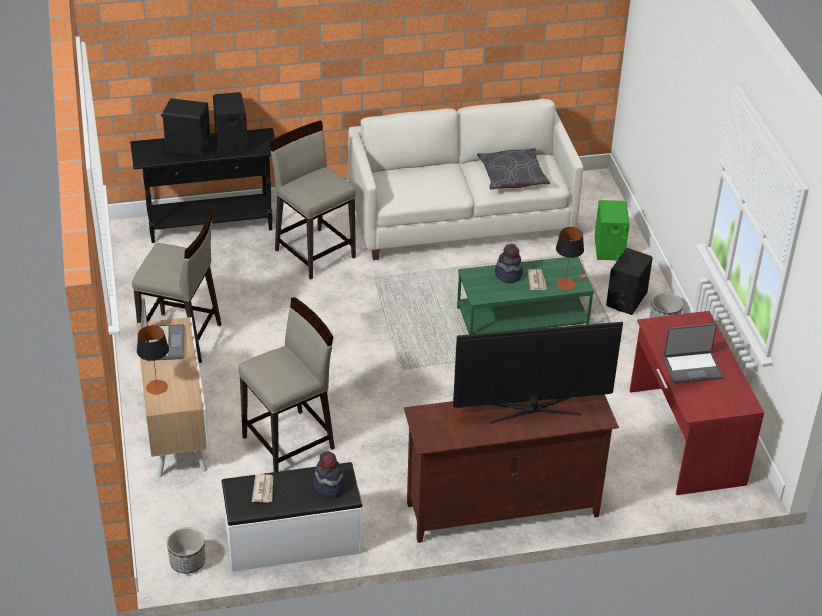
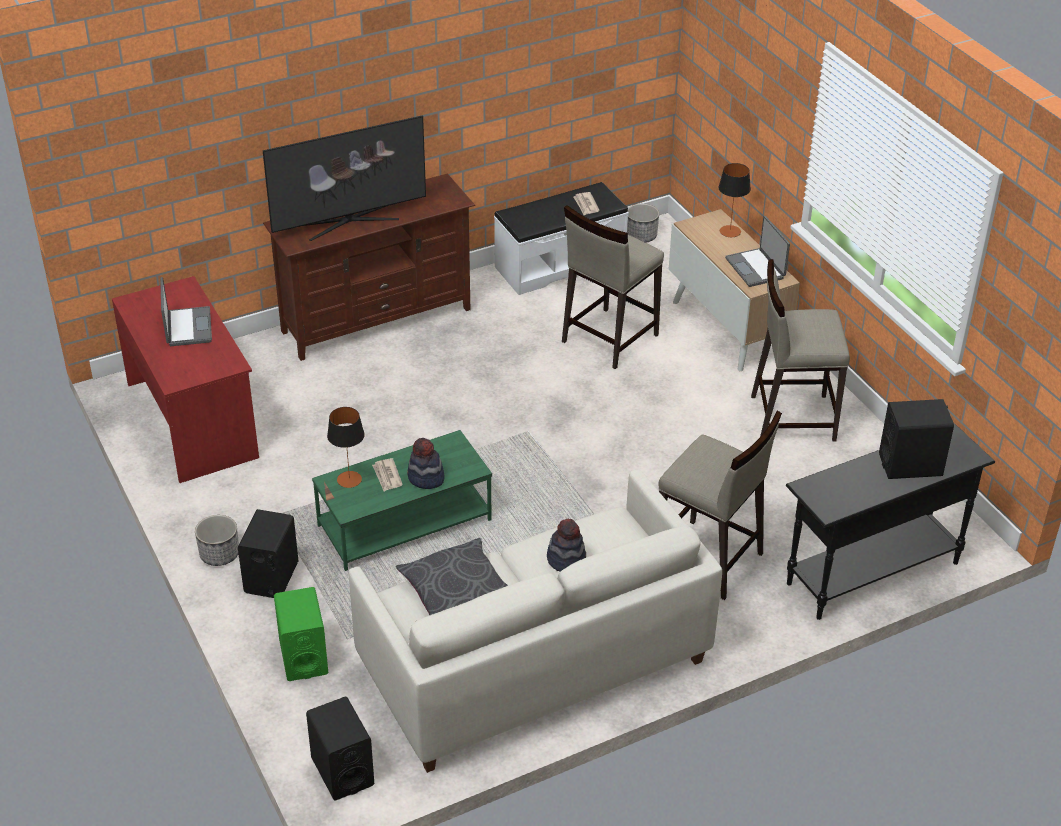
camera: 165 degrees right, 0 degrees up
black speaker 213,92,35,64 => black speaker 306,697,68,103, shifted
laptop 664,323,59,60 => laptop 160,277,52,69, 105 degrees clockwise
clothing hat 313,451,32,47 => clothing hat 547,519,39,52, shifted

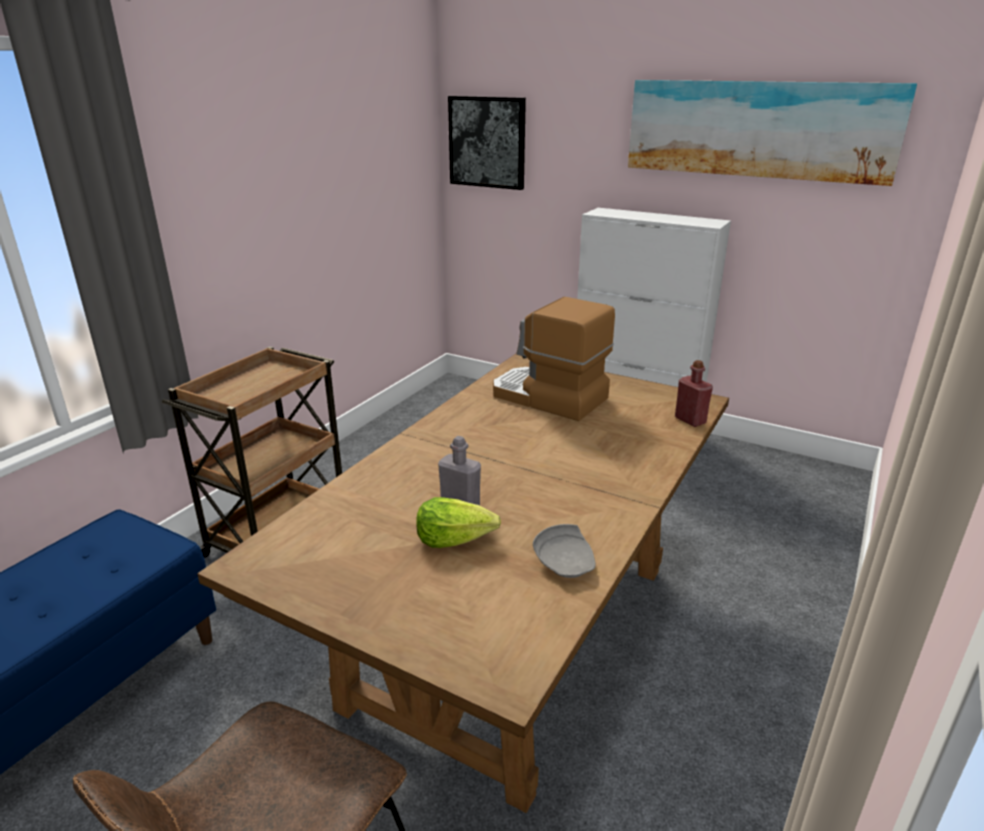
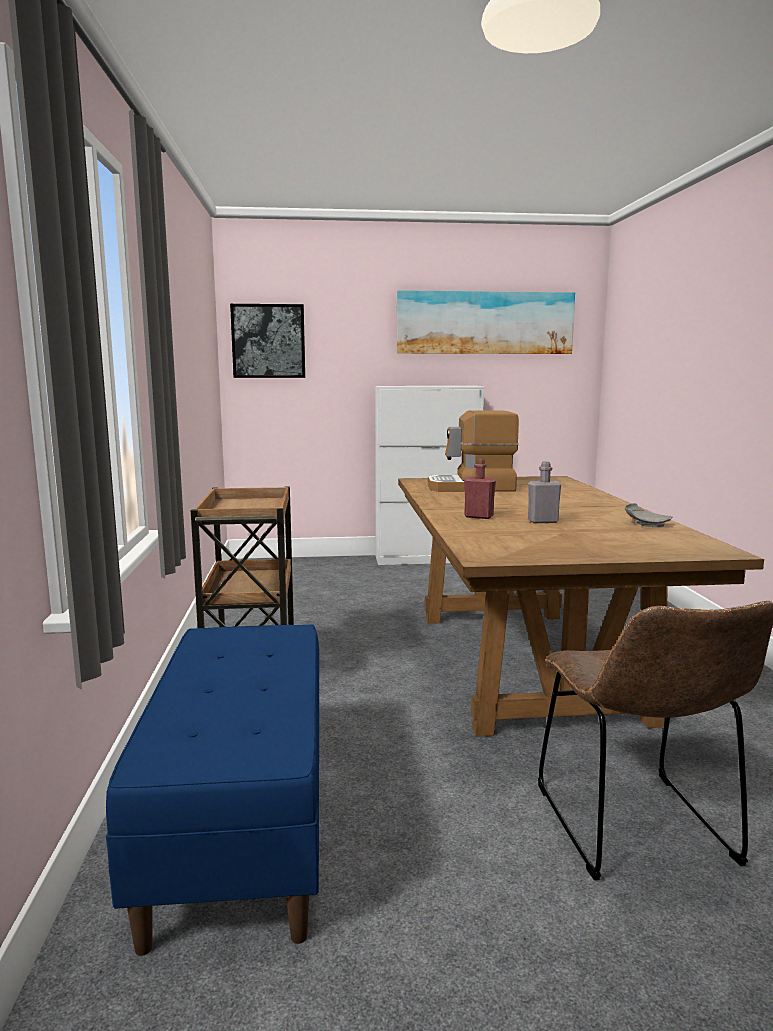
camera: 35 degrees left, 15 degrees down
red drink bottle 675,360,38,67 => red drink bottle 464,458,32,61, shifted
lettuce 416,497,85,51 => nothing

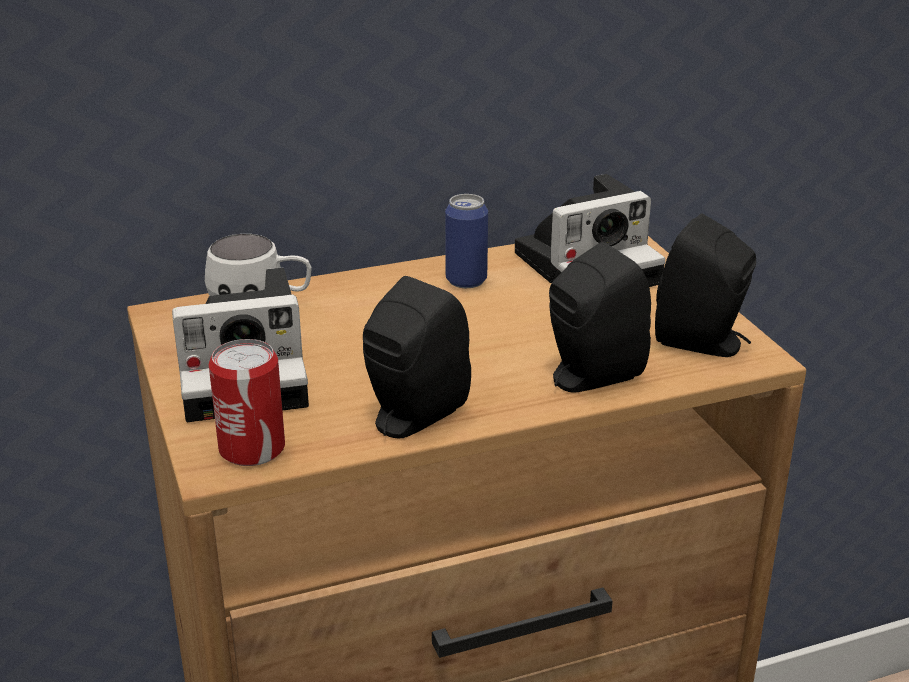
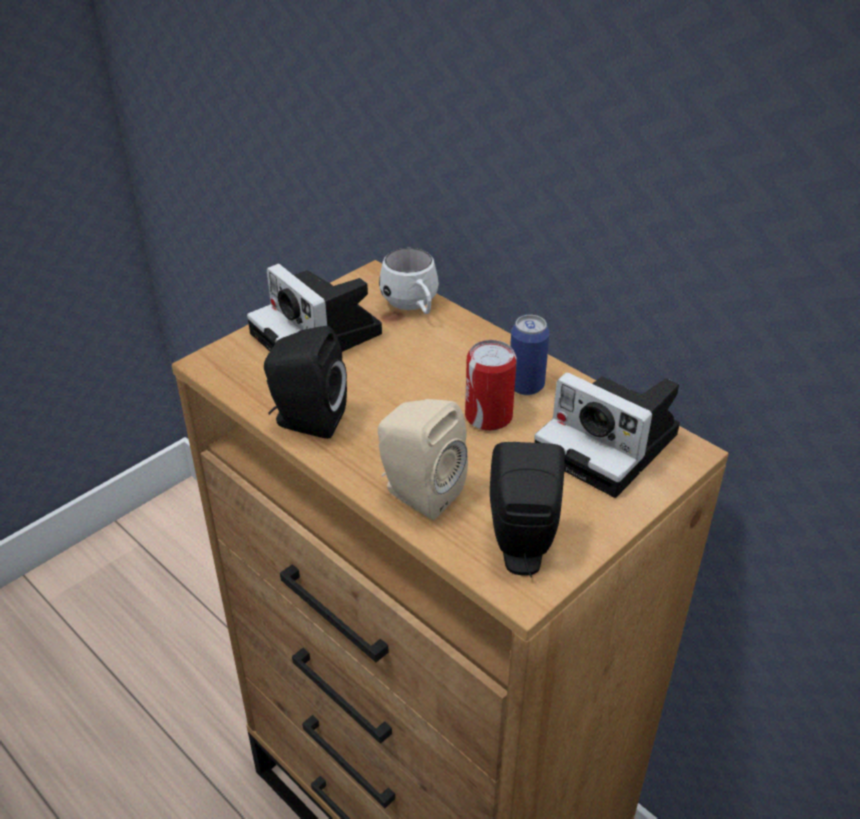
camera: 65 degrees right, 10 degrees up
black speaker 549,242,102,151 => beige speaker 378,399,90,121
sealed can 209,339,76,127 => sealed can 465,340,52,91, shifted

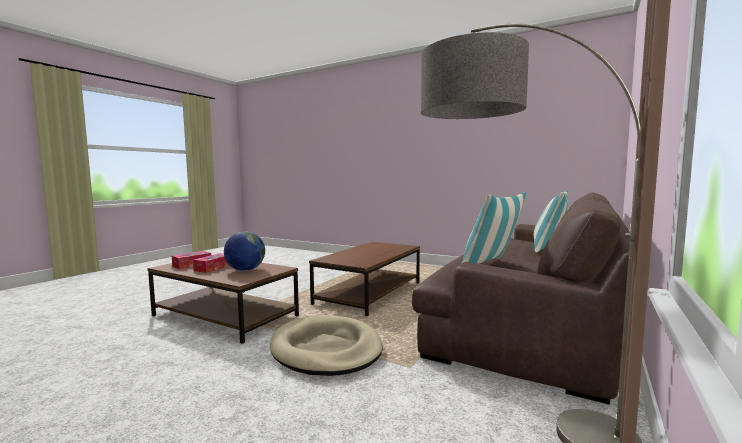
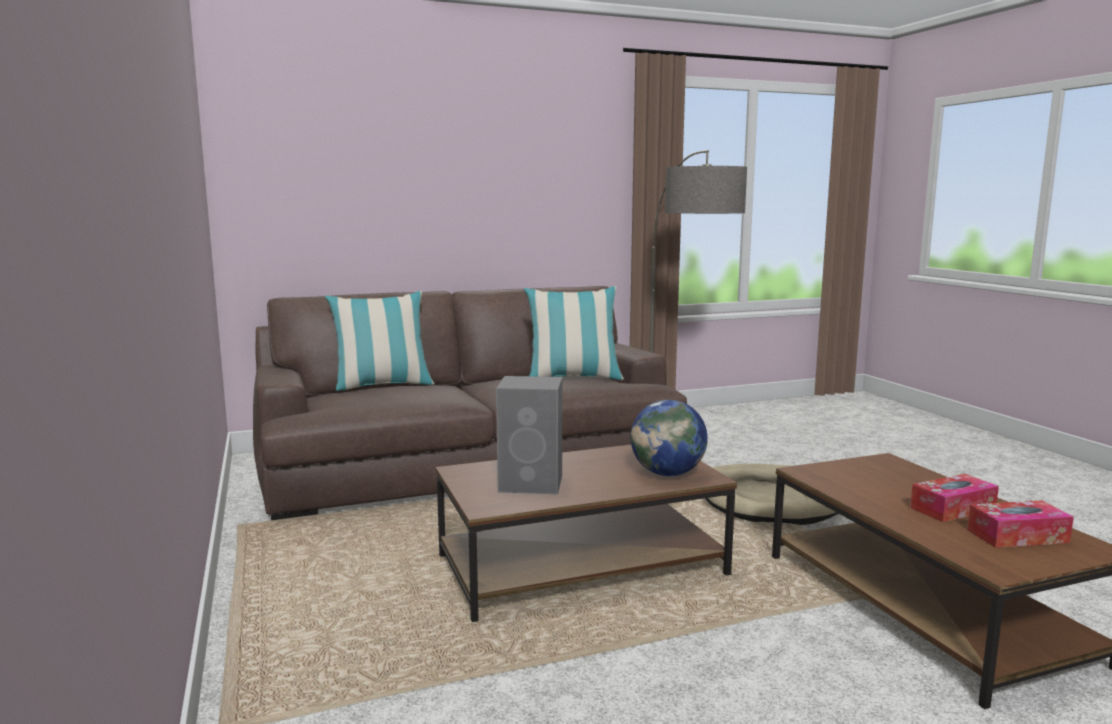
camera: 140 degrees left, 5 degrees up
desk globe 224,231,41,40 => desk globe 631,400,77,76, shifted
nothing => grey speaker 496,376,66,118

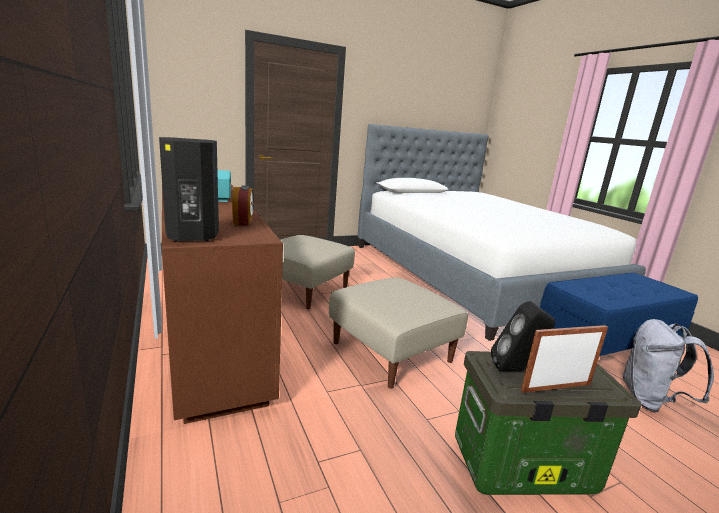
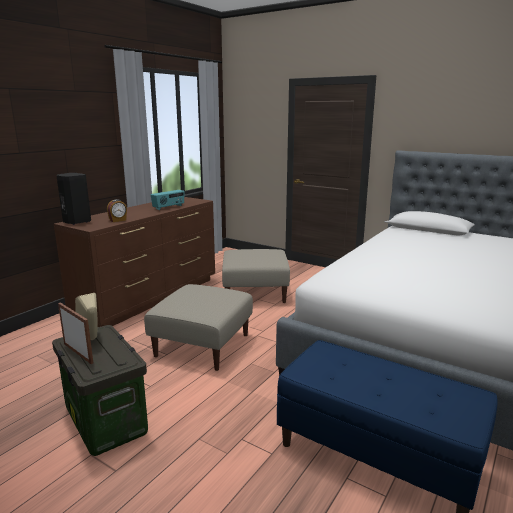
camera: 60 degrees right, 0 degrees up
black speaker 491,301,65,70 => beige speaker 75,293,23,47
grey rucksack 623,319,91,93 => nothing

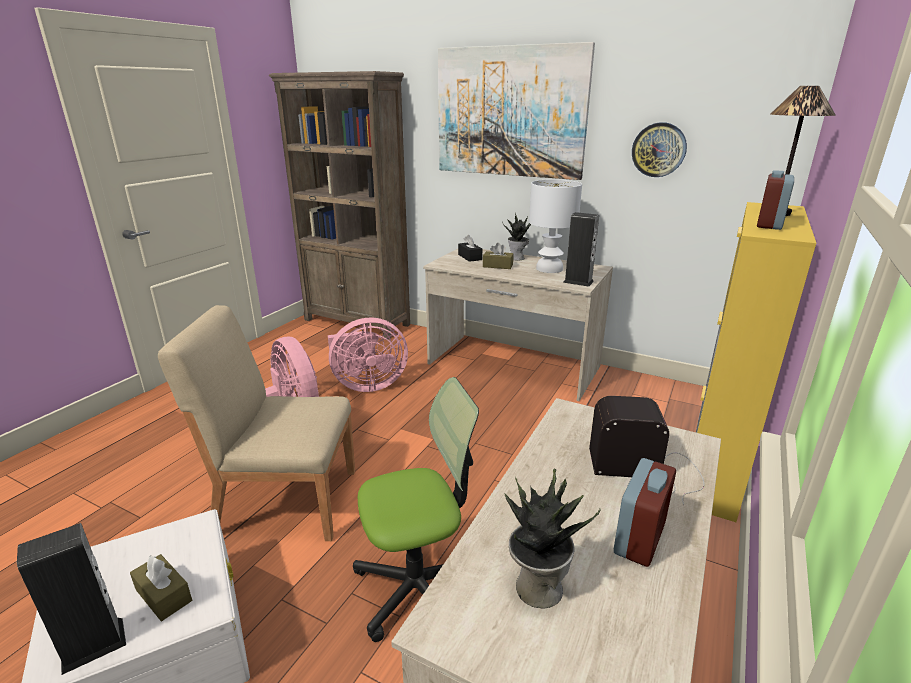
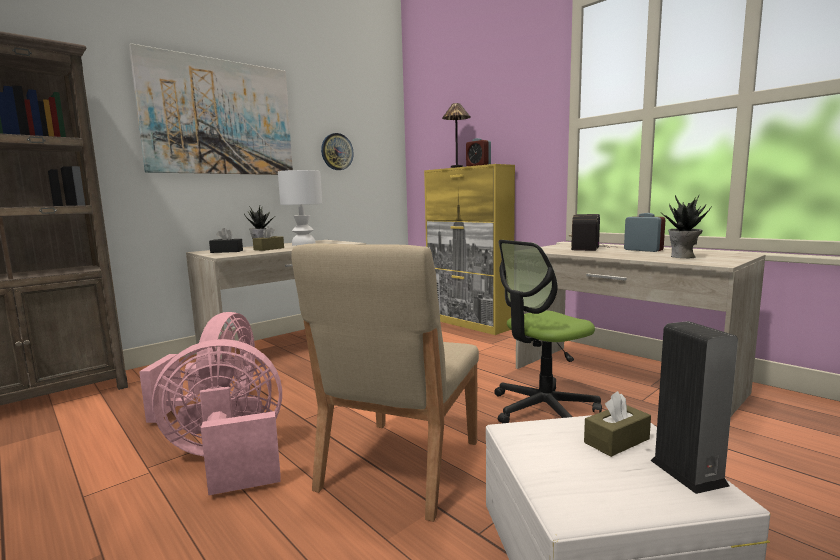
camera: 70 degrees left, 15 degrees down
speaker 563,212,36,75 => nothing
desk chair 353,377,126,265 => desk chair 494,240,108,183, 120 degrees counterclockwise

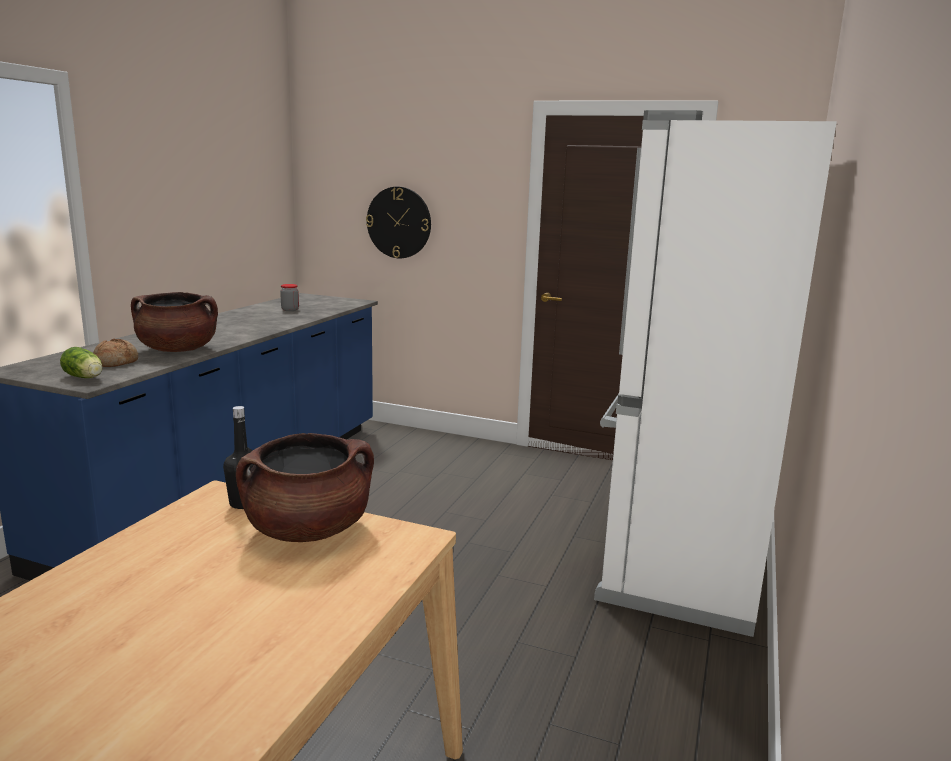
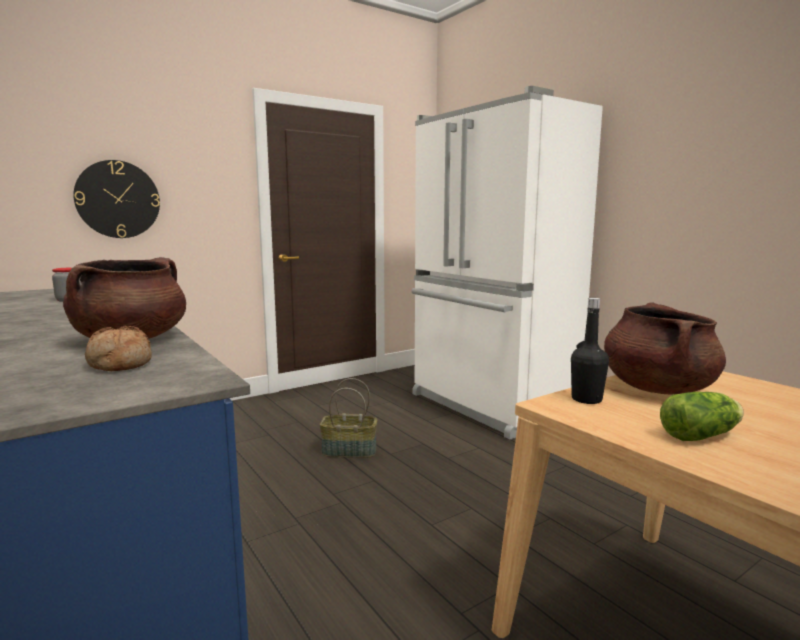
camera: 55 degrees left, 5 degrees down
lettuce 60,347,43,31 => lettuce 660,392,84,49, shifted
nothing => household basket 319,378,58,80

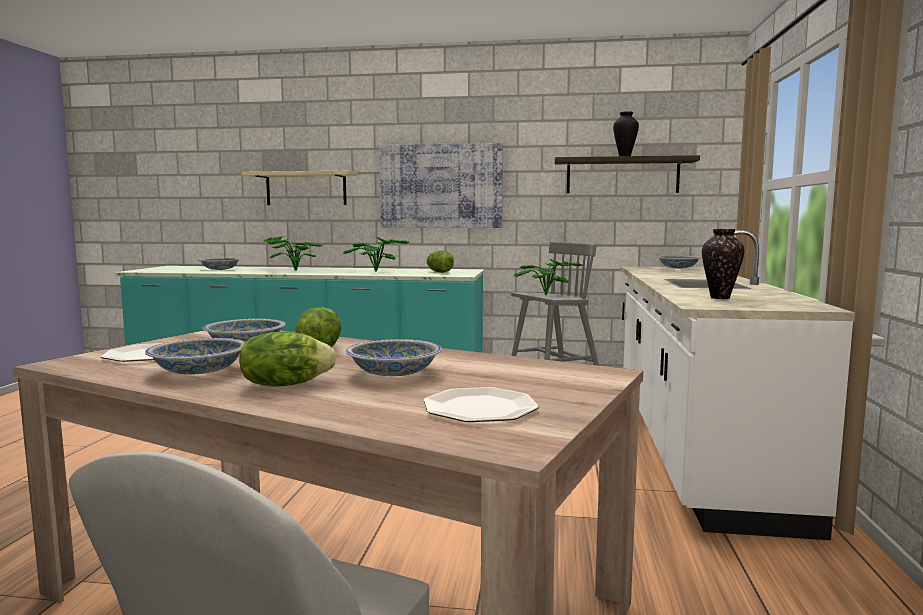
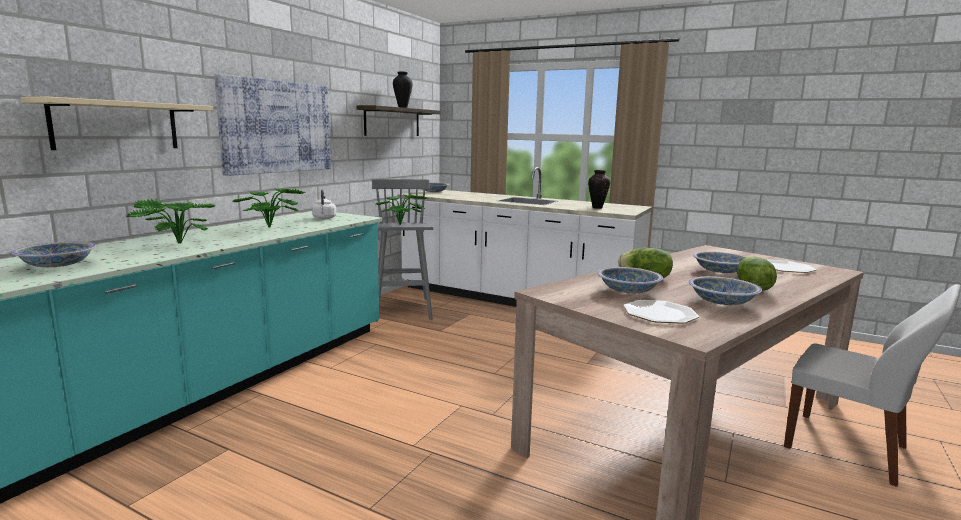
camera: 70 degrees left, 5 degrees up
lettuce 426,250,28,23 => white-coloured tea kettle 312,189,24,30

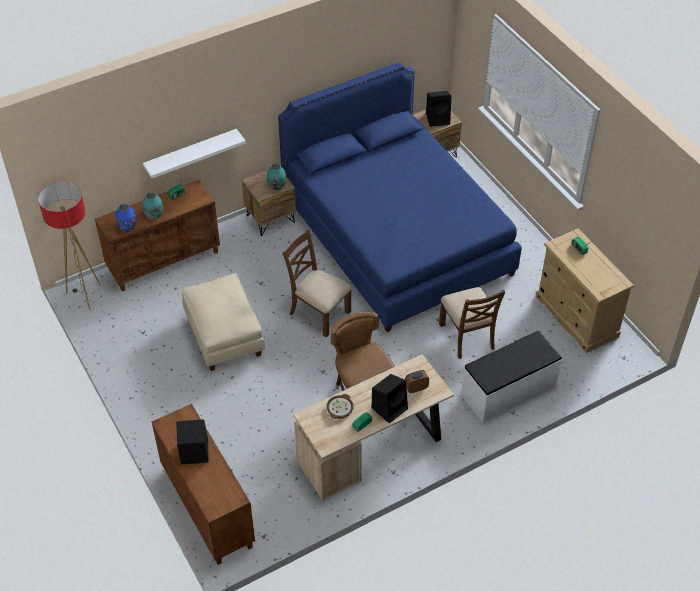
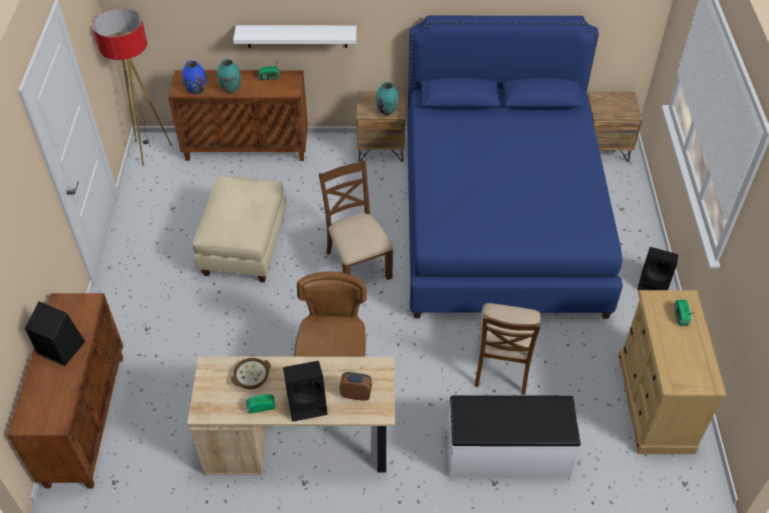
camera: 30 degrees right, 0 degrees up
black speaker 426,91,25,36 => black speaker 637,247,41,43, shifted

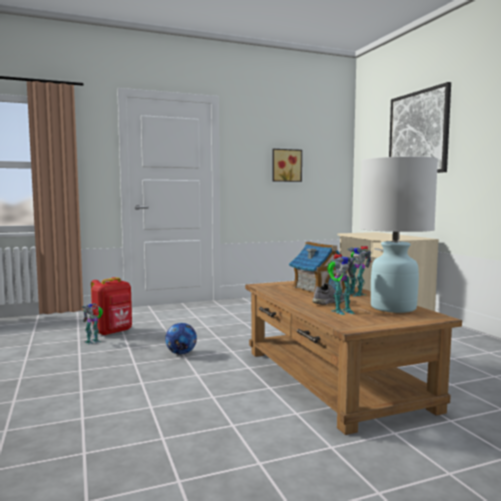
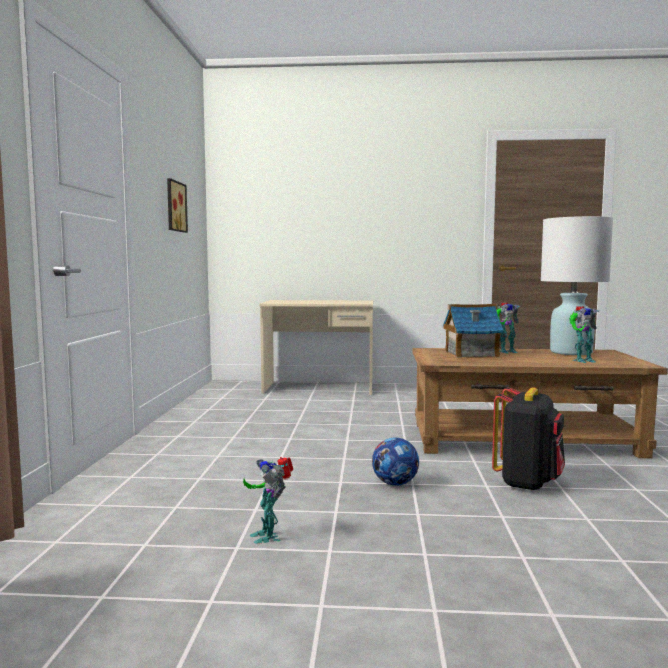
camera: 65 degrees left, 0 degrees up
wall picture 389,82,62,91 => nothing
model robot 327,254,30,61 => model robot 569,306,30,57, 75 degrees clockwise
red rucksack 91,277,41,59 => nothing
grey low shoe 312,283,33,22 => nothing
nothing => black rucksack 492,387,73,104

